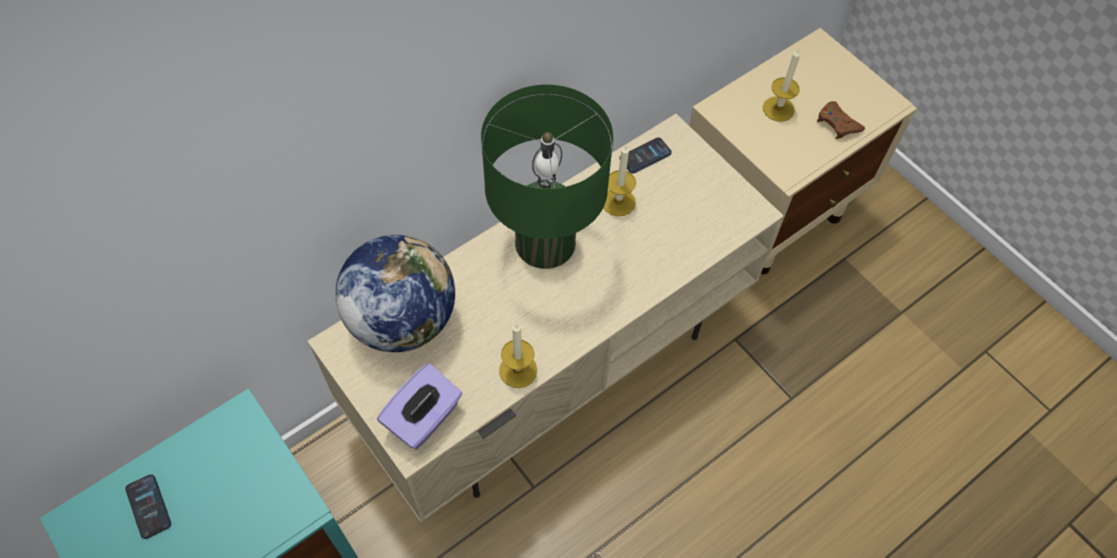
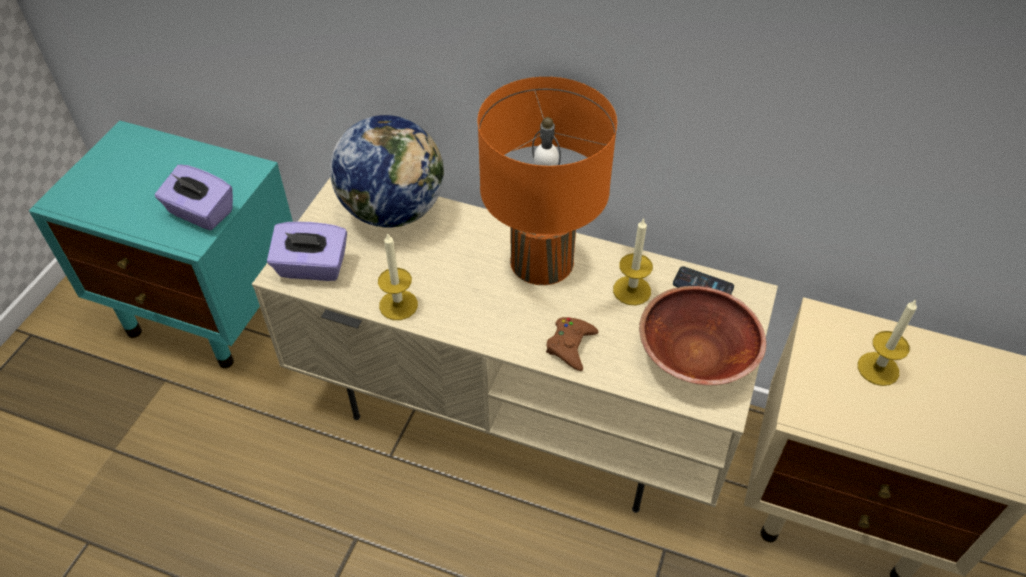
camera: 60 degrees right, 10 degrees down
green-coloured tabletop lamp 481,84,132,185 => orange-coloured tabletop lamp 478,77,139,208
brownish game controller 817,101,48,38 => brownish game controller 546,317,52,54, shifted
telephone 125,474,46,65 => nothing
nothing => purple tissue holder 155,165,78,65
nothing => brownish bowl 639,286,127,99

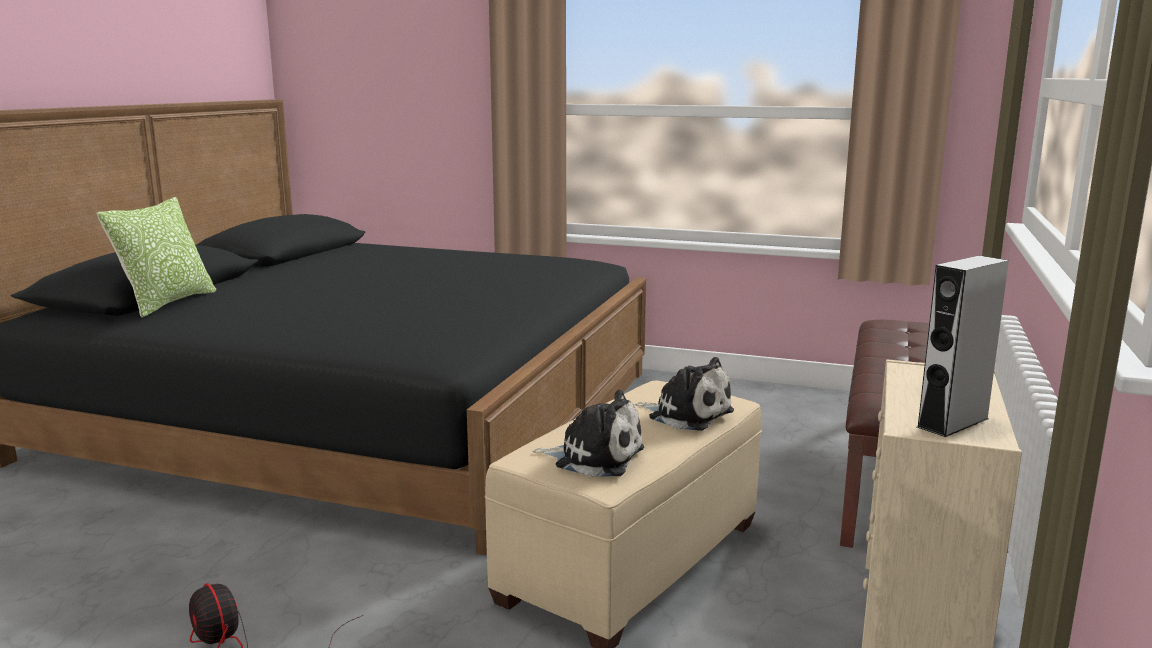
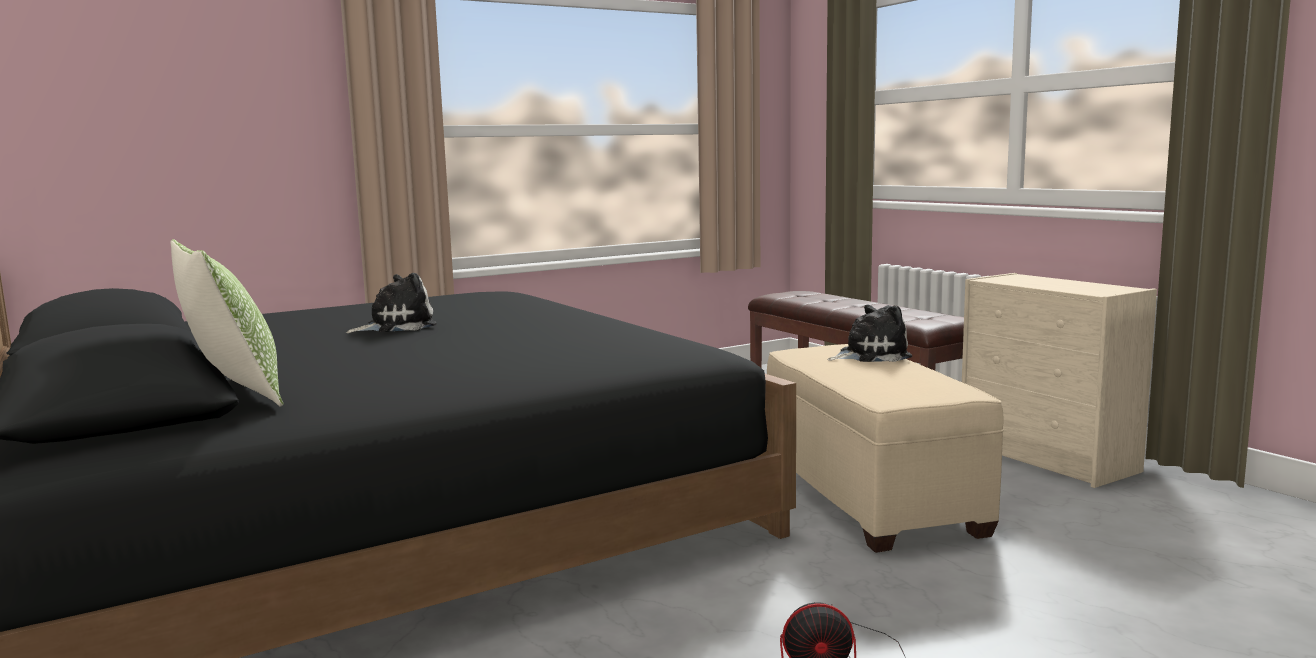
camera: 50 degrees left, 5 degrees down
grey speaker 917,256,92,181 => nothing
soft toy 533,390,111,87 => soft toy 346,273,91,60, shifted

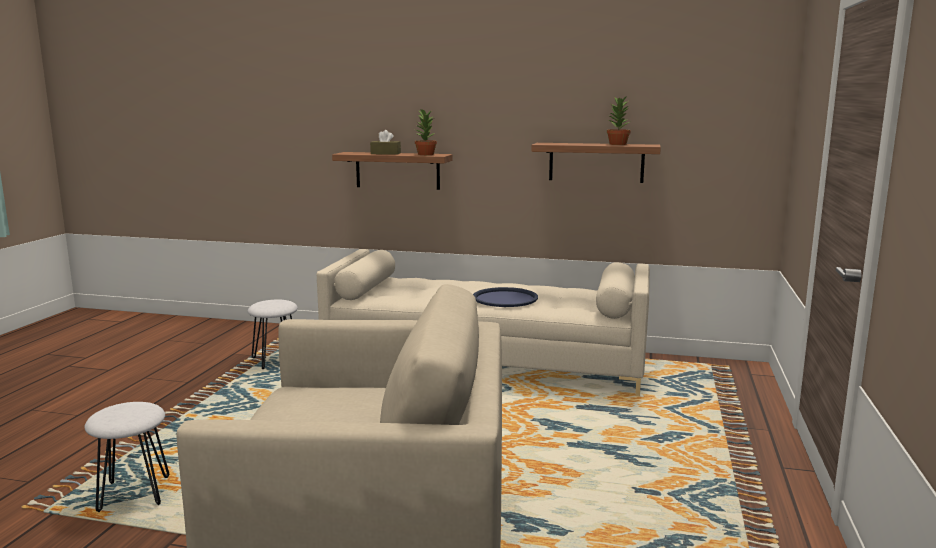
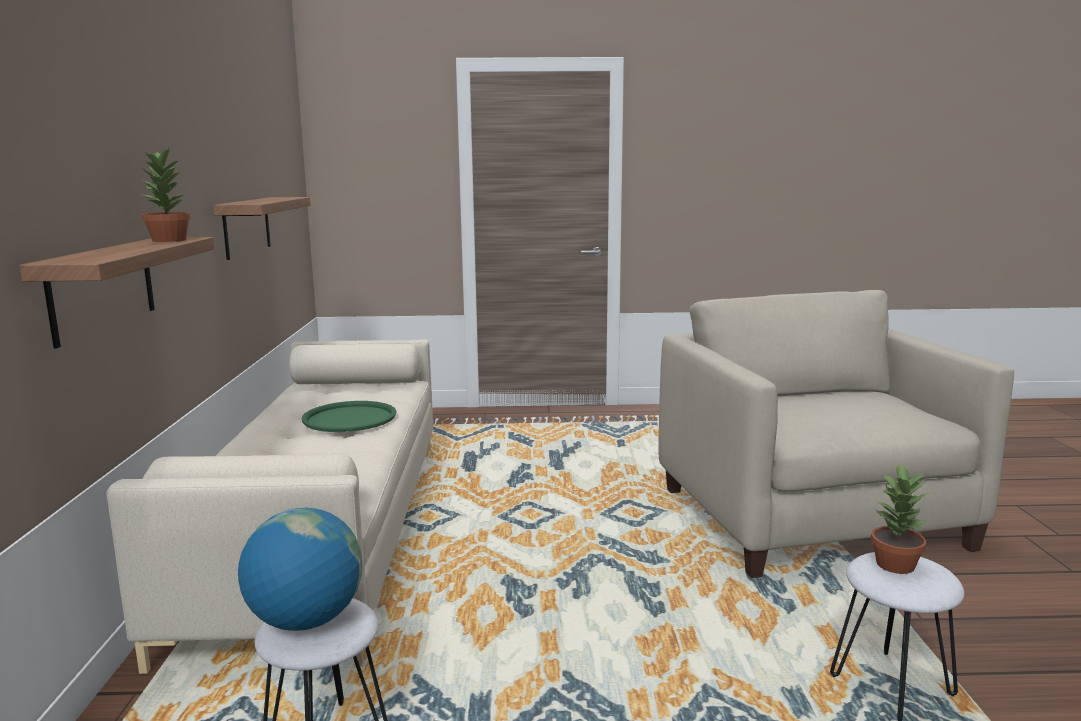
camera: 105 degrees left, 0 degrees up
potted plant 607,95,24,50 => potted plant 871,463,57,111, shifted
brownish tissue holder 370,130,31,25 => nothing
bluish serving tray 473,287,65,20 => green-coloured serving tray 302,401,94,31
nothing => desk globe 238,508,124,123

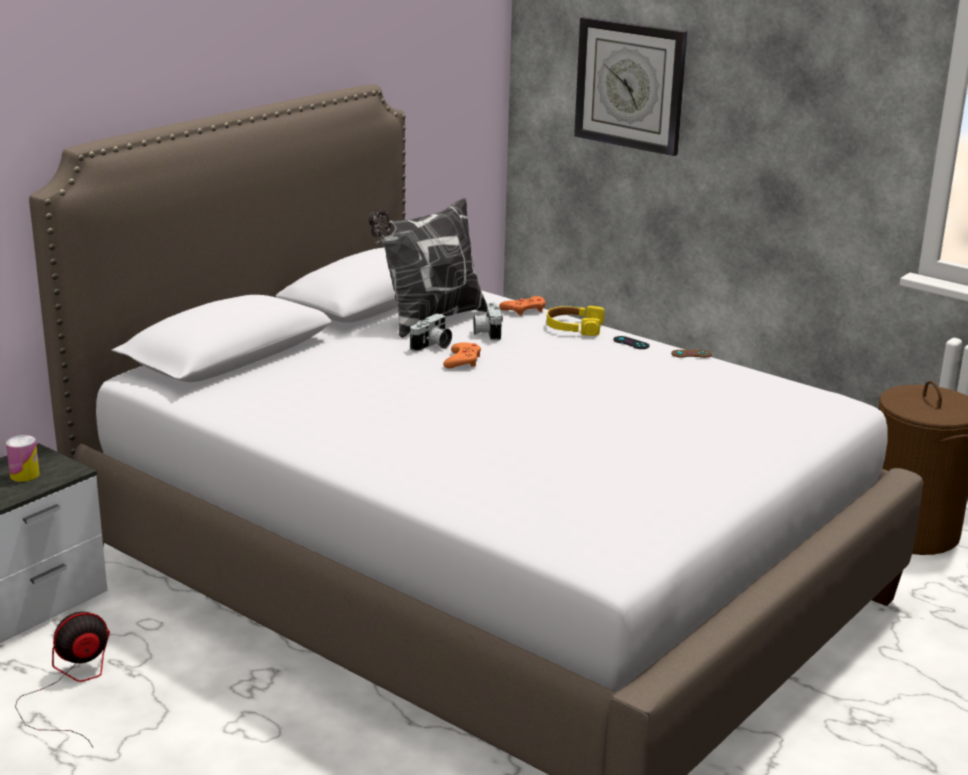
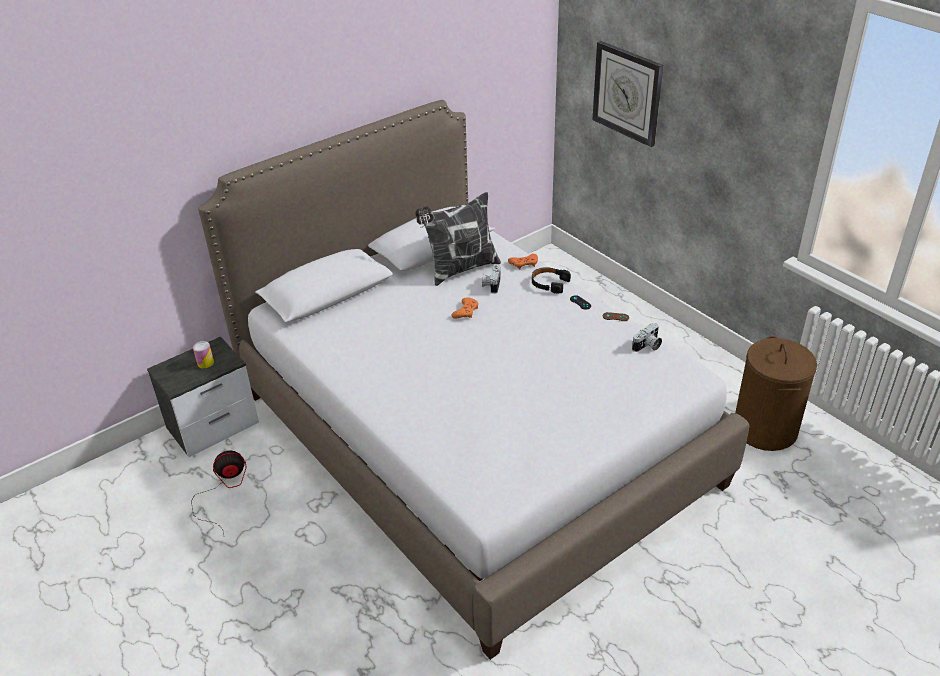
camera: 15 degrees right, 15 degrees up
yellow-coloured headphones 547,306,58,30 => black headphones 532,267,39,27
still camera 410,313,42,39 => still camera 632,323,30,29, shifted

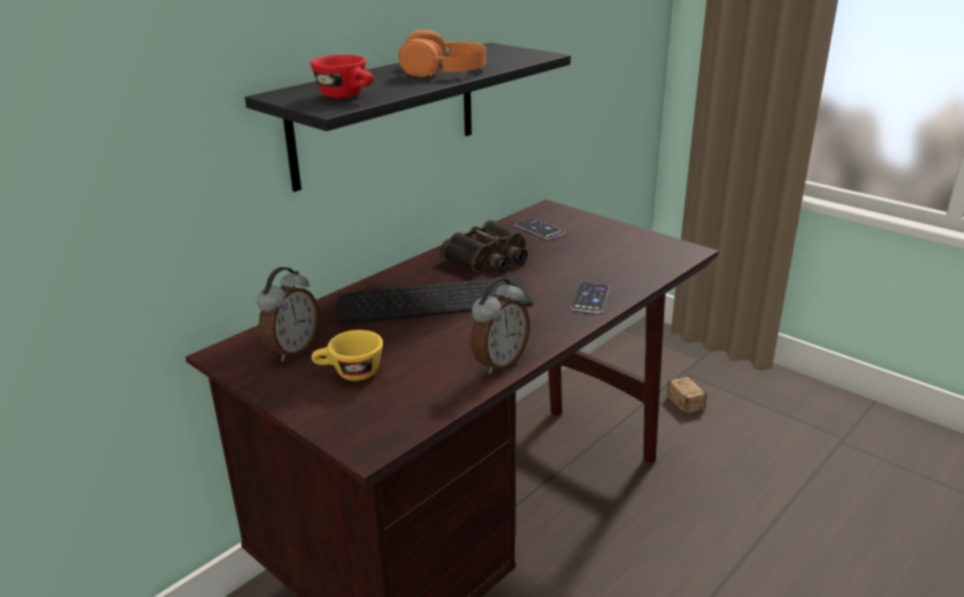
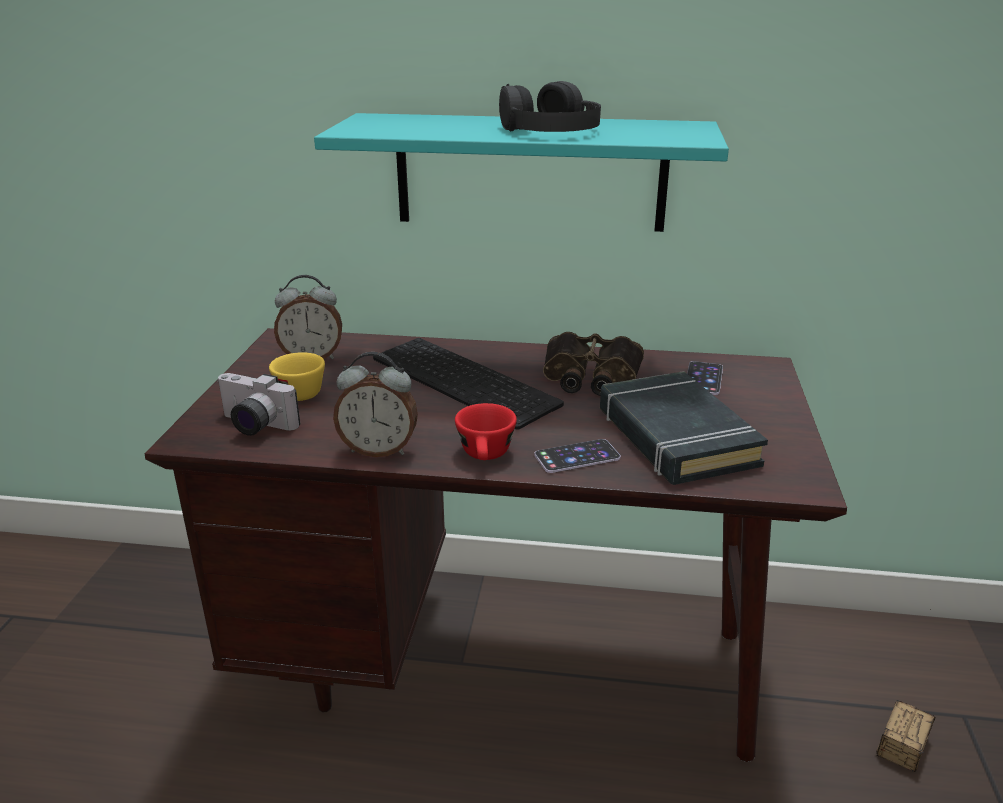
camera: 55 degrees right, 0 degrees up
orange-coloured headphones 398,30,88,47 => black headphones 499,81,102,51
black bracket shelf 245,43,326,149 => blue-green bracket shelf 314,113,415,119
red small cup 311,55,63,43 => red small cup 455,403,62,57, shifted
nothing => black book 600,371,168,114
nothing => still camera 217,373,83,63

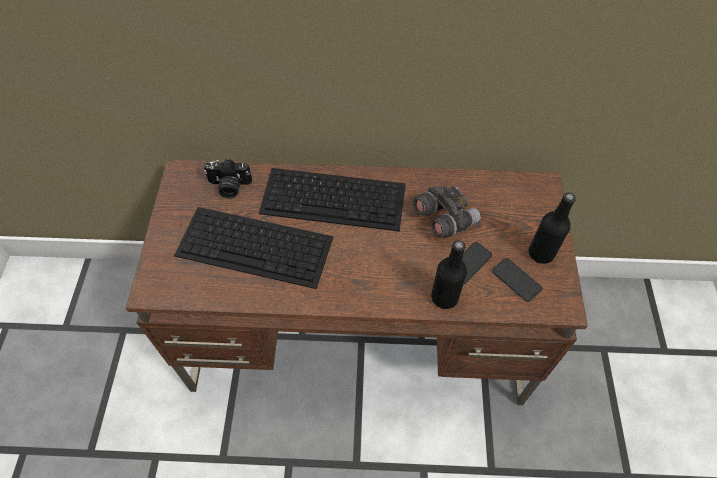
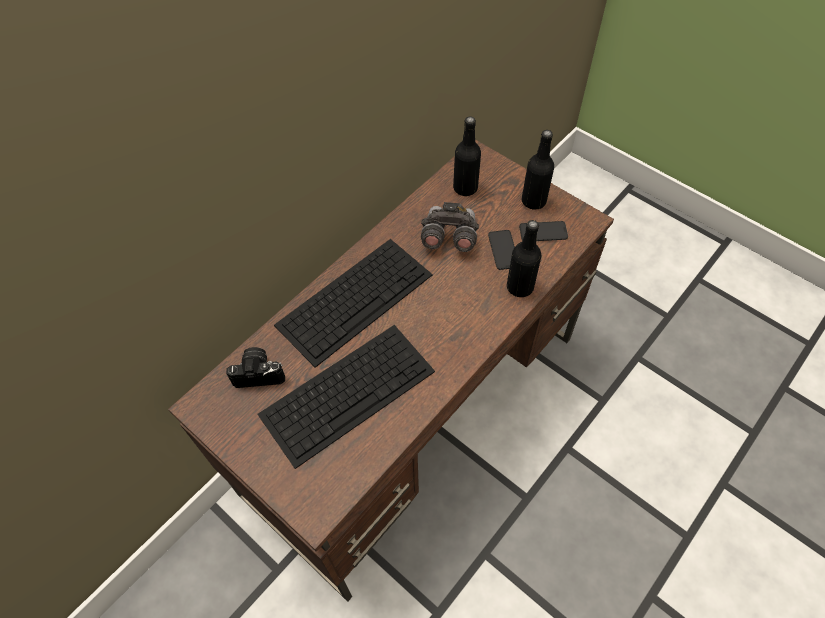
camera: 50 degrees left, 0 degrees up
still camera 204,159,48,39 => still camera 226,347,59,41, 135 degrees counterclockwise
nothing => black drink bottle 453,116,28,80

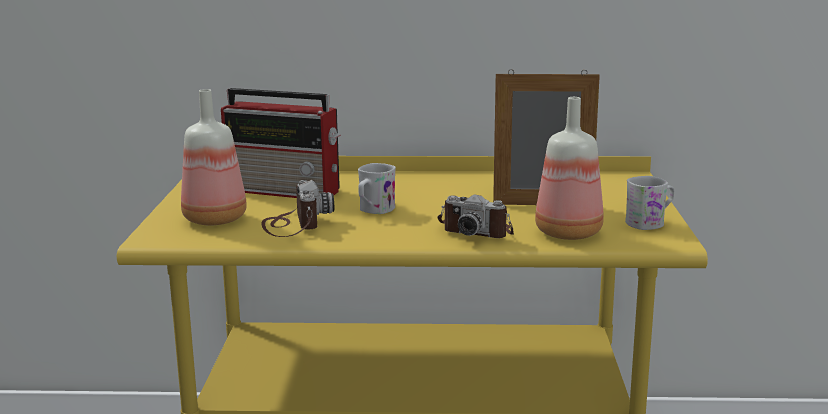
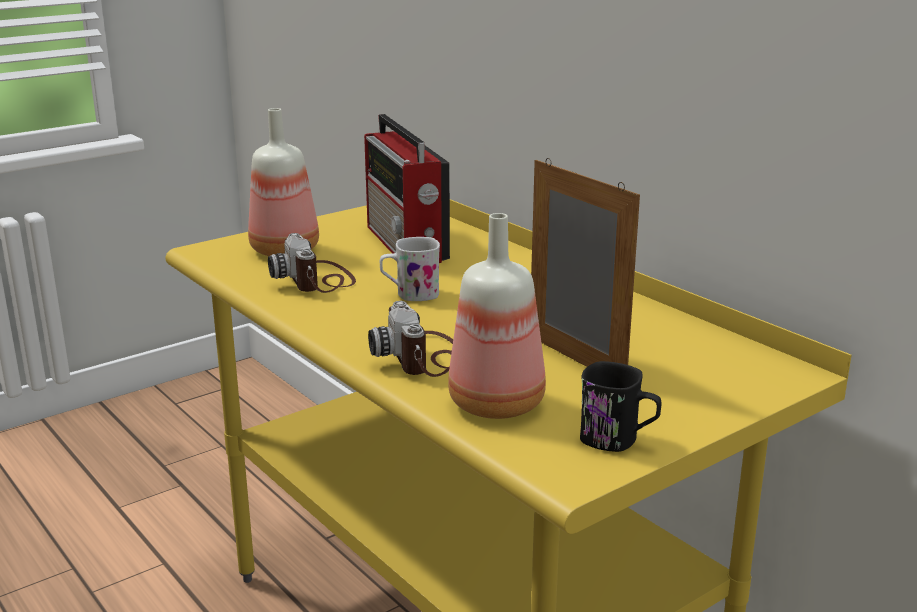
camera: 50 degrees right, 5 degrees up
white-coloured tea mug 625,176,49,54 => black tea mug 580,361,81,91
still camera 261,180,73,57 => still camera 268,233,88,60, 120 degrees clockwise

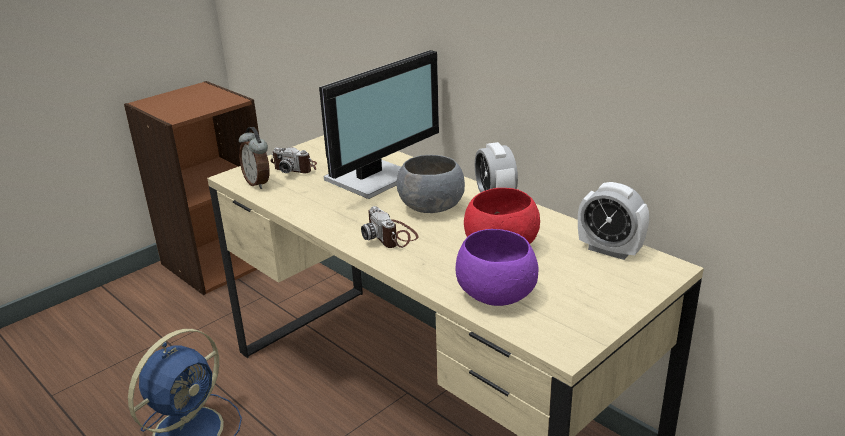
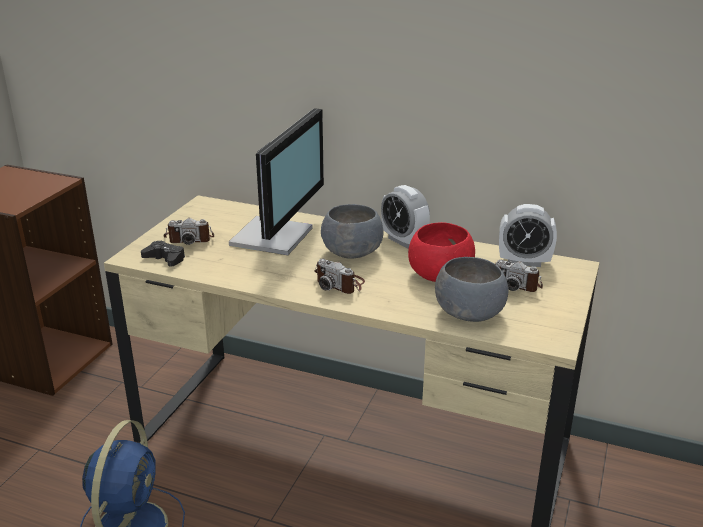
camera: 25 degrees left, 0 degrees up
alarm clock 239,127,31,62 => black game controller 141,240,44,27
purple bowl 455,229,83,77 => grey bowl 435,257,73,65
nothing => still camera 495,260,48,32

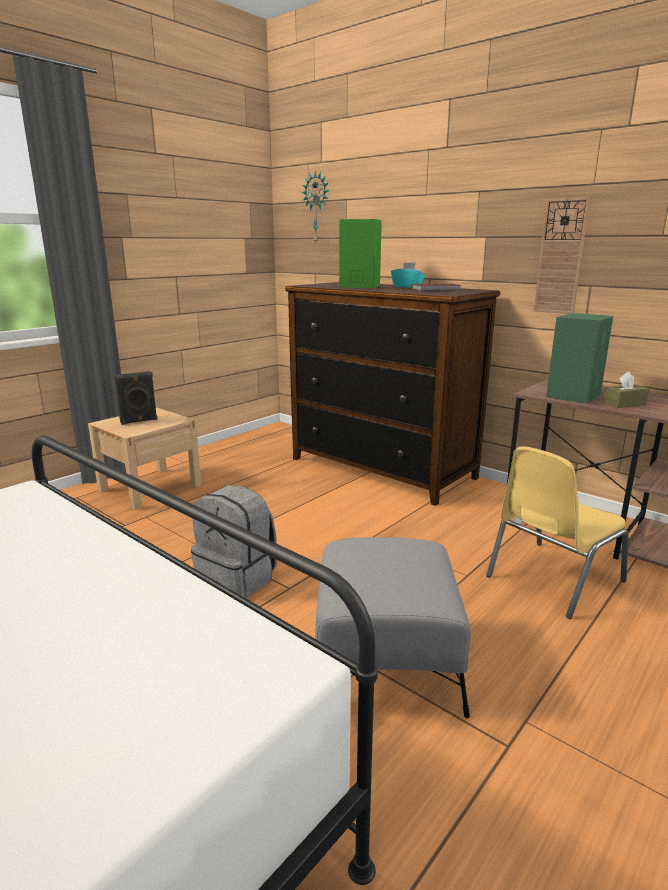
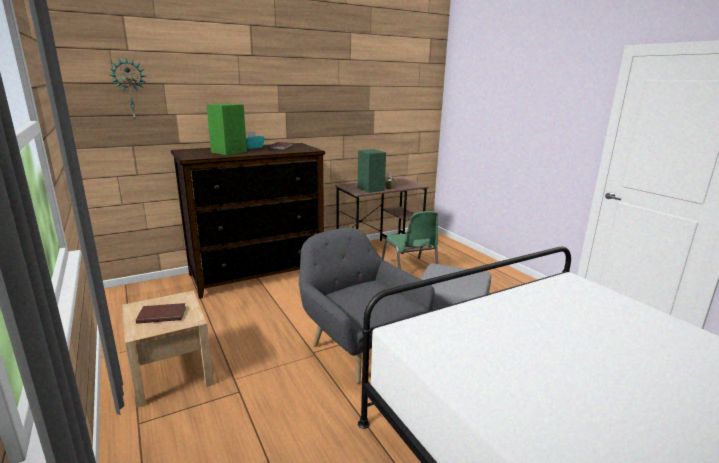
camera: 70 degrees left, 0 degrees up
hanging clock 534,197,56,117 => nothing
black speaker 114,371,43,54 => brownish book 136,303,50,21
yellow-coloured plain chair 486,447,143,172 => green-coloured plain chair 382,211,56,58
grey rucksack 191,485,87,113 => grey armchair 299,228,136,156

